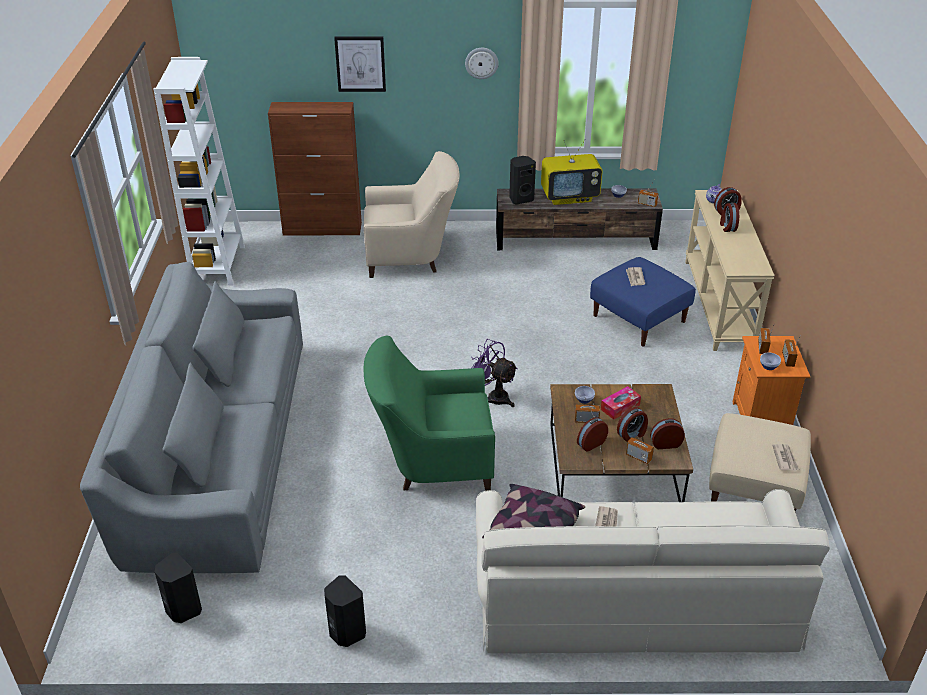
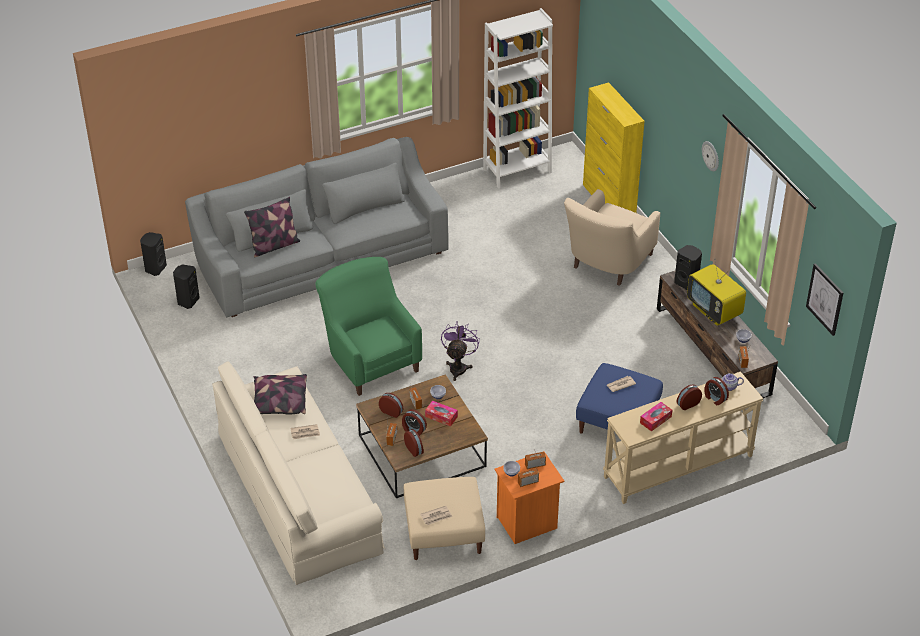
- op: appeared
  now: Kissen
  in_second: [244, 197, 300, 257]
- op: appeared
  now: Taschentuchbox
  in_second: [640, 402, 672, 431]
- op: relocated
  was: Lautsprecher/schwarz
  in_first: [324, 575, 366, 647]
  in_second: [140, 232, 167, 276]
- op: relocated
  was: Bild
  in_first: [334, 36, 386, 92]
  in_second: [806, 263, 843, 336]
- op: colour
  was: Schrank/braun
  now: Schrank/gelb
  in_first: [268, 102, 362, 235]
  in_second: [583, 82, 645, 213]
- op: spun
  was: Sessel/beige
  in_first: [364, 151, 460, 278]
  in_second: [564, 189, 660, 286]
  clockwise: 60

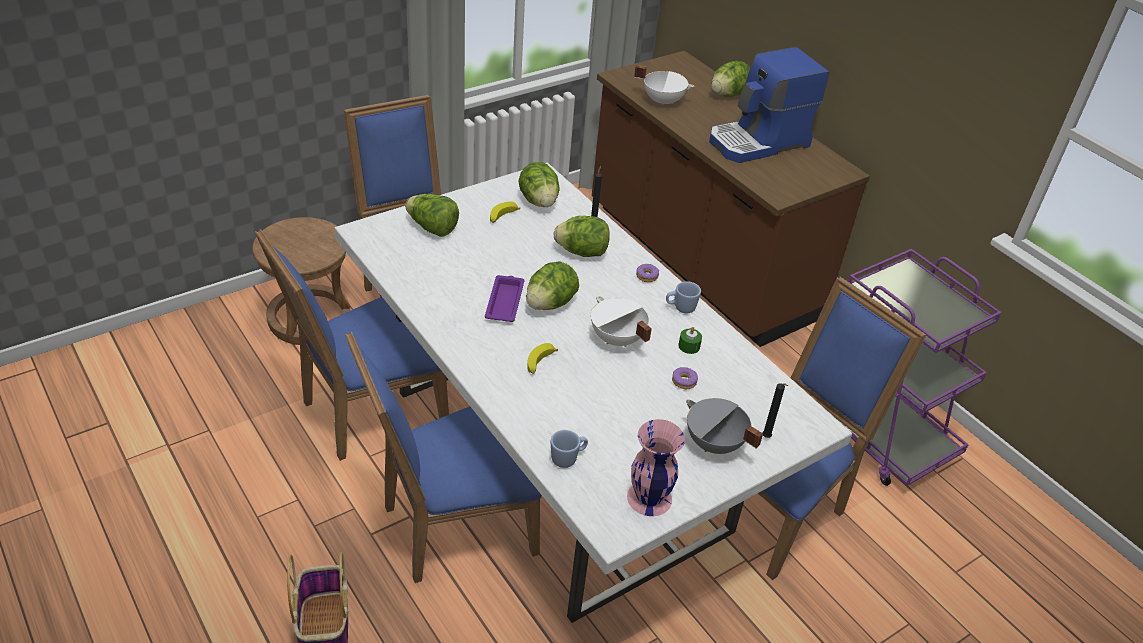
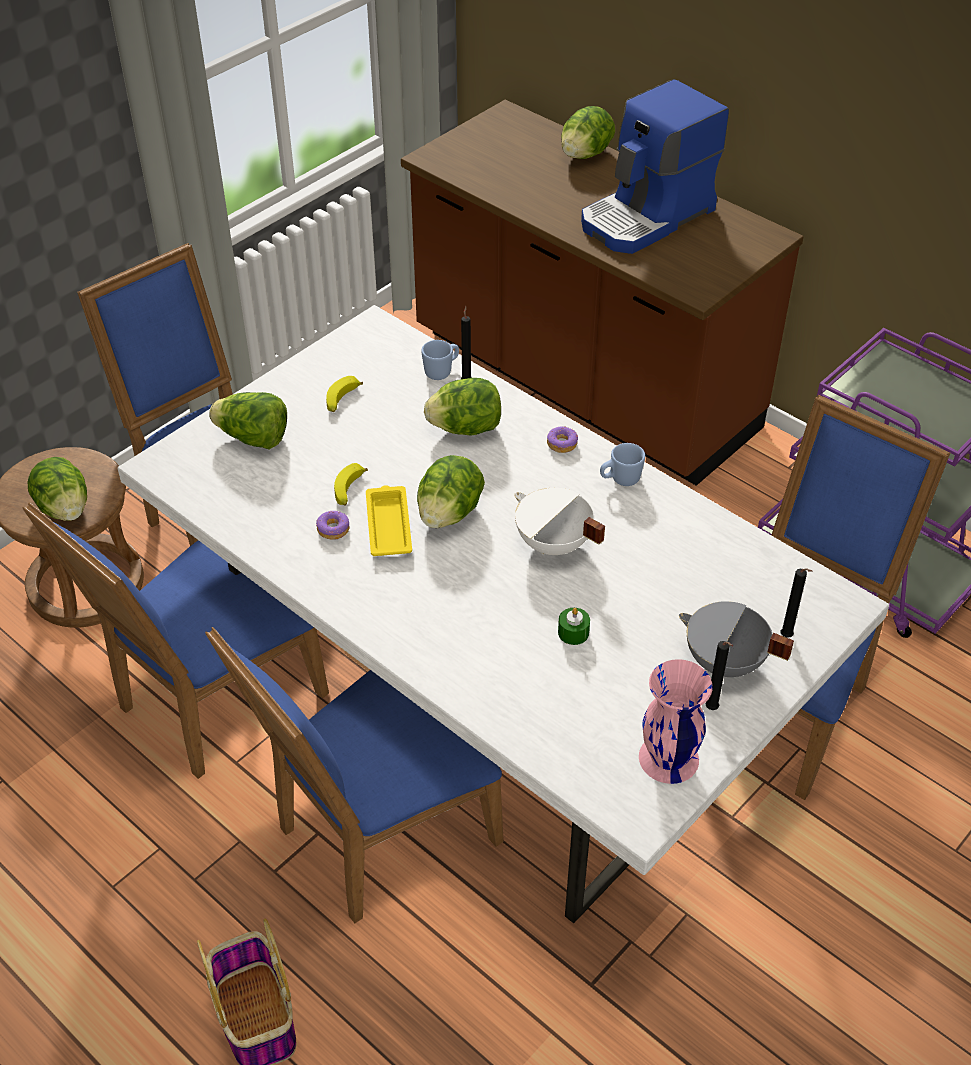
- op: missing
  was: Kochtopf/weiß
  in_first: [634, 65, 694, 107]
- op: appeared
  now: Kerze/schwarz
  in_second: [705, 641, 733, 710]
- op: relocated
  was: Salatkopf
  in_first: [518, 162, 560, 207]
  in_second: [28, 457, 87, 521]
- op: relocated
  was: Banane
  in_first: [527, 343, 558, 374]
  in_second: [334, 463, 368, 506]
- op: relocated
  was: Henkelbecher/blau
  in_first: [551, 430, 588, 468]
  in_second: [421, 340, 459, 380]
- op: relocated
  was: Donut
  in_first: [672, 367, 698, 390]
  in_second: [316, 511, 350, 540]
- op: relocated
  was: Kerze/grün
  in_first: [678, 327, 702, 354]
  in_second: [558, 608, 590, 645]
- op: colour
  was: Tablett/lila
  now: Tablett/gelb
  in_first: [485, 275, 524, 322]
  in_second: [366, 485, 412, 556]

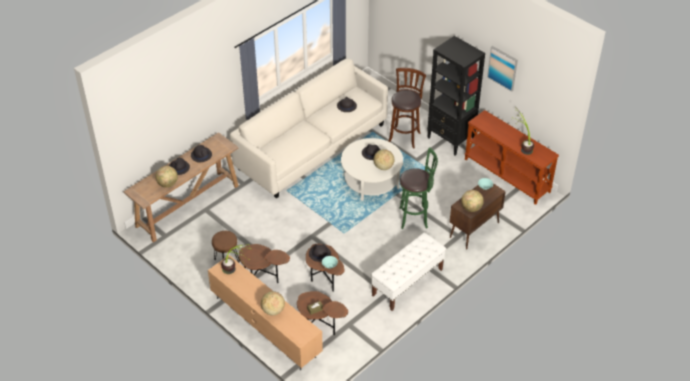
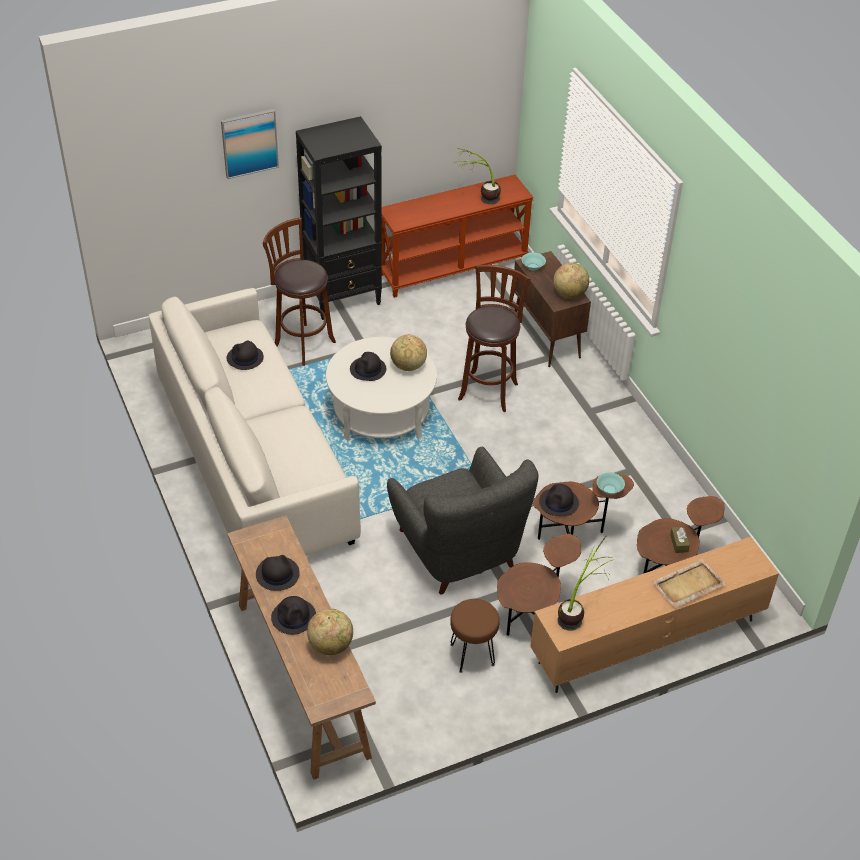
- op: missing
  was: Bank/weiß
  in_first: [371, 233, 446, 311]
- op: appeared
  now: Sessel/grau
  in_second: [387, 446, 539, 595]
- op: relocated
  was: Bild
  in_first: [487, 46, 518, 92]
  in_second: [221, 109, 279, 179]
- op: exchanged
  was: Globus
  now: Tablett/beige
  in_first: [261, 291, 285, 315]
  in_second: [652, 559, 725, 608]
- op: colour
  was: Hocker/grün
  now: Hocker/braun
  in_first: [399, 147, 438, 229]
  in_second: [458, 265, 530, 412]

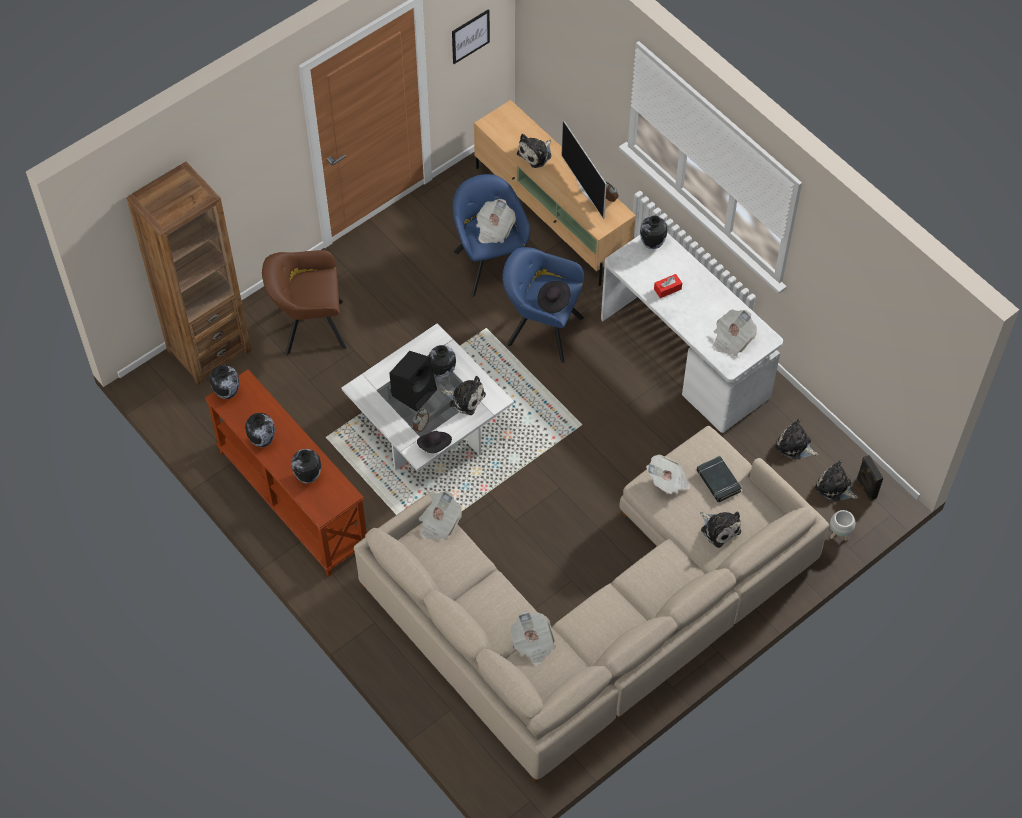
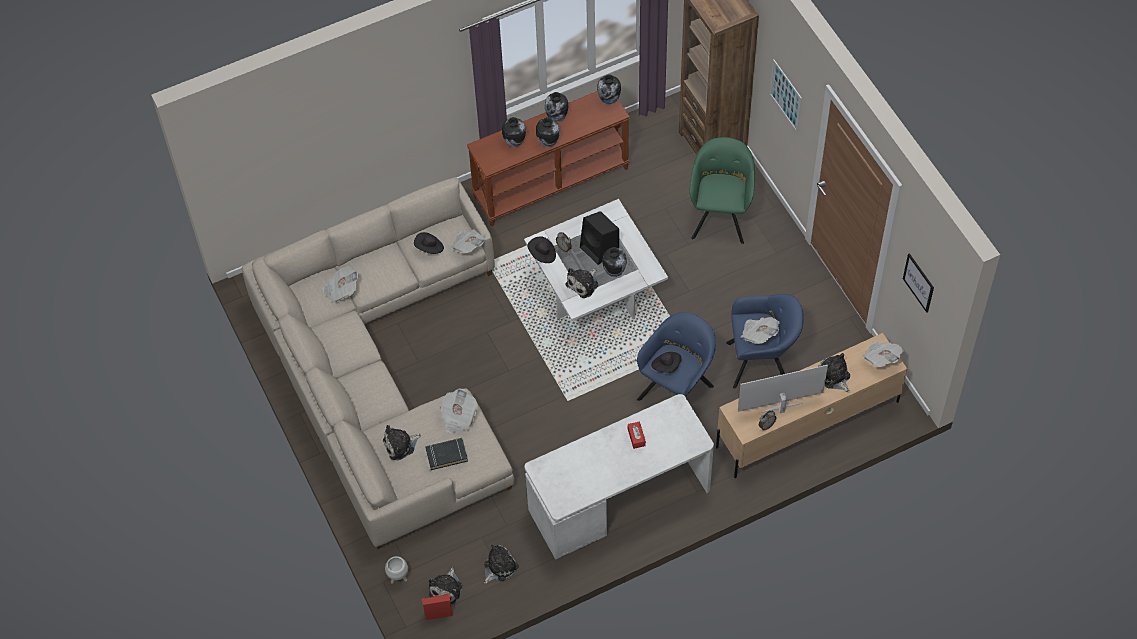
- op: appeared
  now: Hut/schwarz
  in_second: [414, 232, 444, 254]
- op: appeared
  now: Bild
  in_second: [770, 59, 802, 132]
- op: relocated
  was: Vase
  in_first: [640, 215, 667, 249]
  in_second: [536, 117, 560, 147]
- op: relocated
  was: Zeitung
  in_first: [712, 310, 757, 356]
  in_second: [862, 341, 904, 367]
- op: colour
  was: Sessel/braun
  now: Sessel/grün
  in_first: [262, 250, 347, 355]
  in_second: [690, 137, 755, 244]
- op: colour
  was: Lautsprecher/schwarz
  now: Lautsprecher/rot
  in_first: [857, 455, 883, 501]
  in_second: [422, 594, 453, 620]
- op: spun
  was: Plüschtier
  in_first: [815, 460, 858, 501]
  in_second: [429, 567, 462, 604]
  clockwise: 150

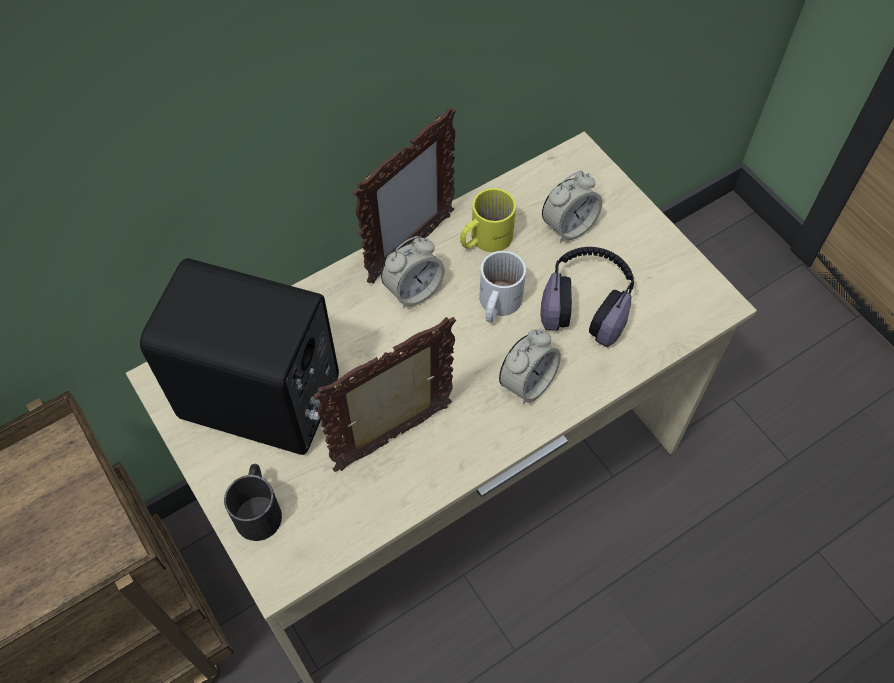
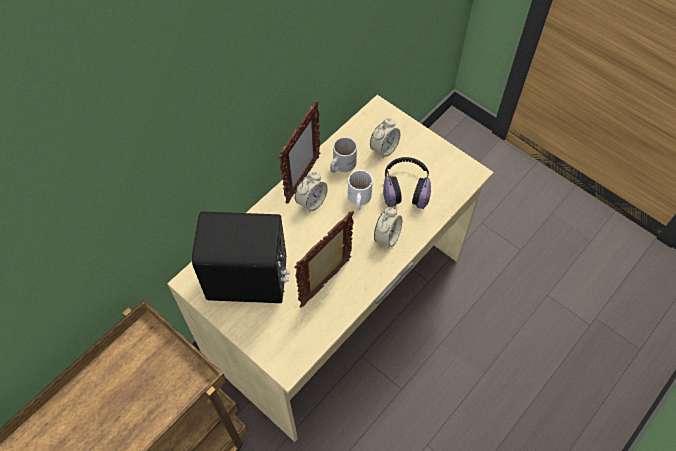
- op: missing
  was: Henkelbecher/schwarz
  in_first: [224, 464, 282, 541]
- op: colour
  was: Henkelbecher/gelb
  now: Henkelbecher/weiß
  in_first: [460, 188, 516, 252]
  in_second: [330, 137, 357, 173]

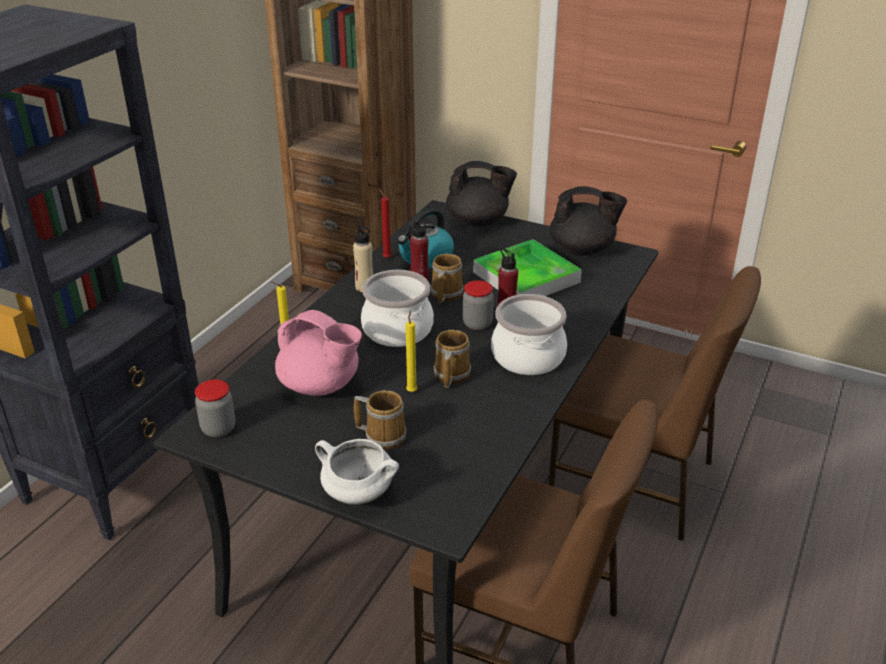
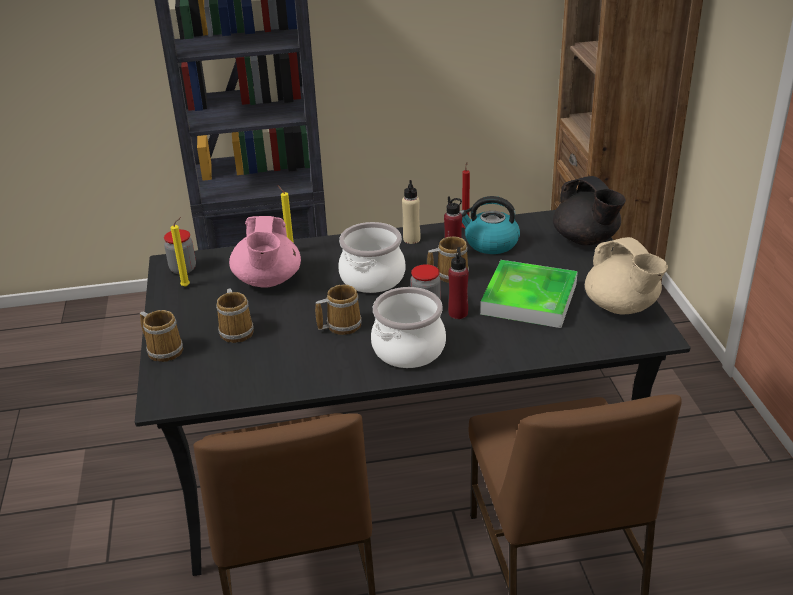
- op: relocated
  was: Kerze/gelb
  in_first: [406, 311, 417, 392]
  in_second: [170, 217, 190, 287]
- op: exchanged
  was: Kochtopf/weiß
  now: Henkelbecher
  in_first: [315, 439, 399, 505]
  in_second: [140, 310, 183, 362]
- op: colour
  was: Teekanne/schwarz
  now: Teekanne/beige
  in_first: [550, 186, 627, 255]
  in_second: [585, 237, 668, 315]

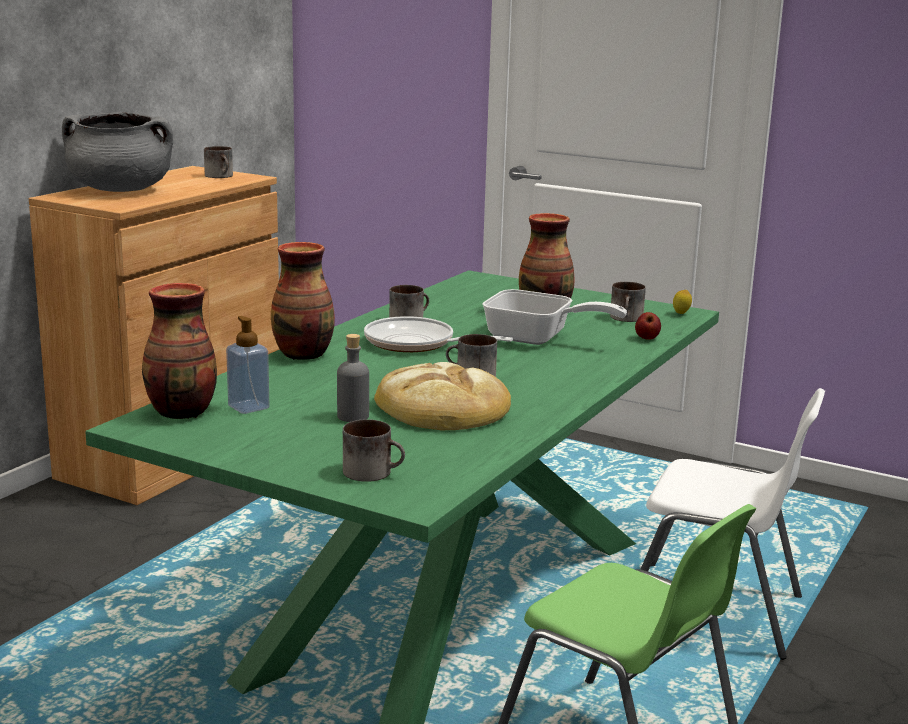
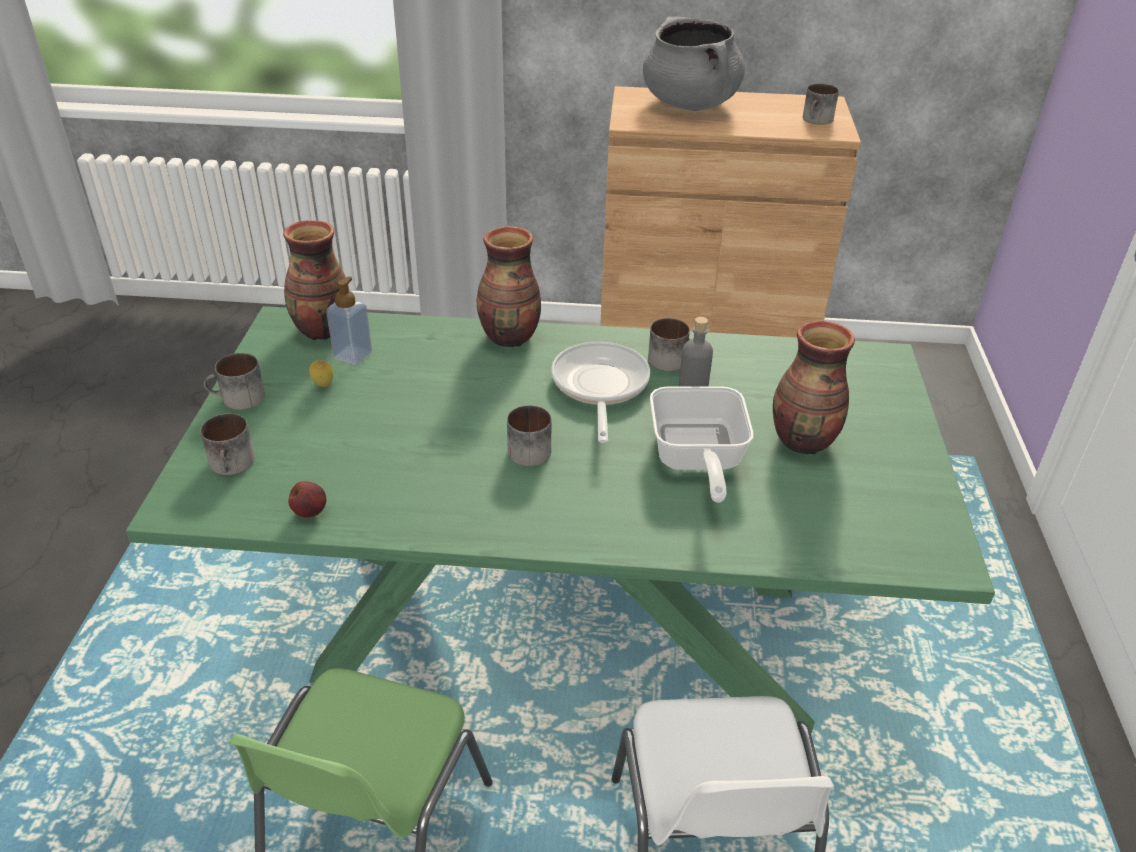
- op: missing
  was: Brot
  in_first: [374, 362, 511, 430]
- op: relocated
  was: Flasche/grau
  in_first: [337, 334, 369, 422]
  in_second: [679, 317, 713, 386]
- op: relocated
  was: Henkelbecher
  in_first: [610, 282, 646, 322]
  in_second: [203, 353, 265, 410]
- op: relocated
  was: Apfel
  in_first: [635, 312, 661, 340]
  in_second: [288, 481, 326, 518]
- op: relocated
  was: Zitrone
  in_first: [673, 290, 692, 314]
  in_second: [309, 360, 333, 387]

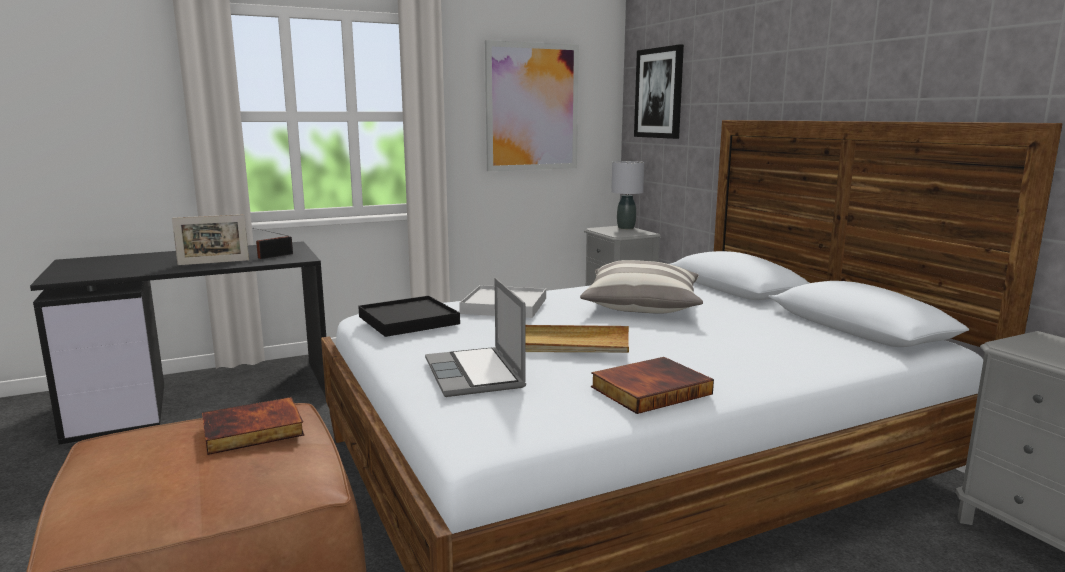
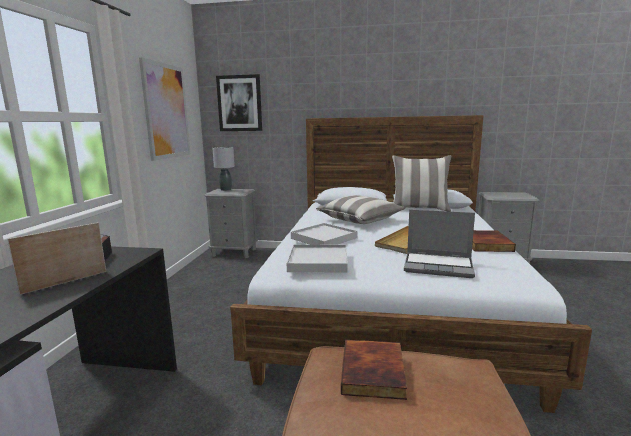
- op: appeared
  now: Kissen
  in_second: [392, 155, 452, 212]
- op: colour
  was: Tablett/schwarz
  now: Tablett/weiß
  in_first: [358, 296, 460, 337]
  in_second: [287, 245, 348, 273]
- op: spun
  was: Bilderrahmen
  in_first: [172, 214, 249, 265]
  in_second: [7, 222, 106, 295]
  clockwise: -150

